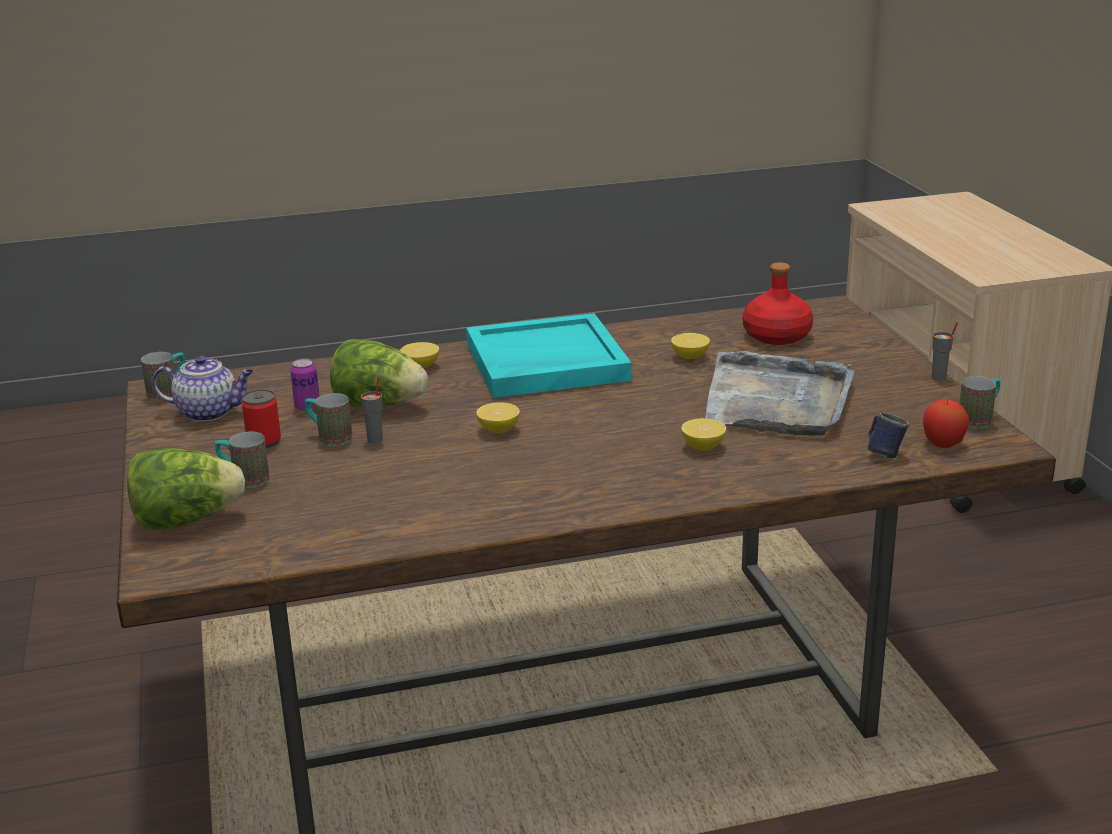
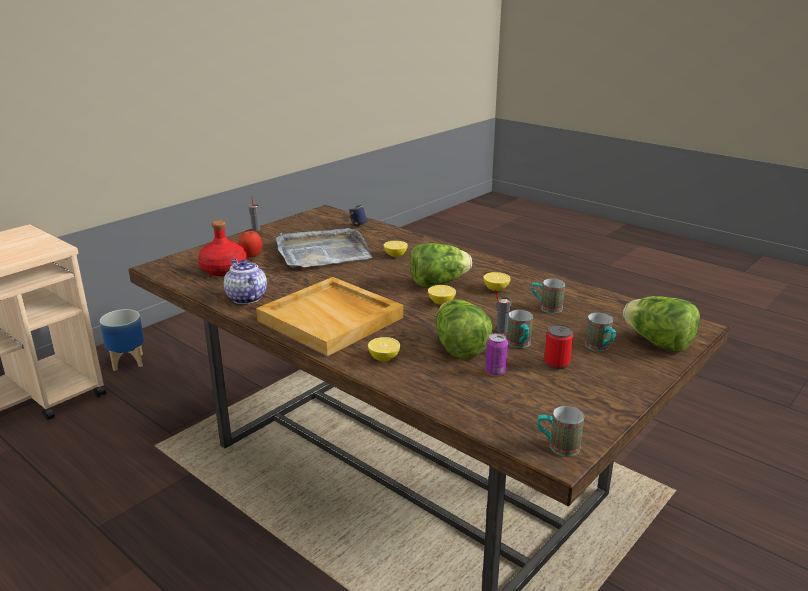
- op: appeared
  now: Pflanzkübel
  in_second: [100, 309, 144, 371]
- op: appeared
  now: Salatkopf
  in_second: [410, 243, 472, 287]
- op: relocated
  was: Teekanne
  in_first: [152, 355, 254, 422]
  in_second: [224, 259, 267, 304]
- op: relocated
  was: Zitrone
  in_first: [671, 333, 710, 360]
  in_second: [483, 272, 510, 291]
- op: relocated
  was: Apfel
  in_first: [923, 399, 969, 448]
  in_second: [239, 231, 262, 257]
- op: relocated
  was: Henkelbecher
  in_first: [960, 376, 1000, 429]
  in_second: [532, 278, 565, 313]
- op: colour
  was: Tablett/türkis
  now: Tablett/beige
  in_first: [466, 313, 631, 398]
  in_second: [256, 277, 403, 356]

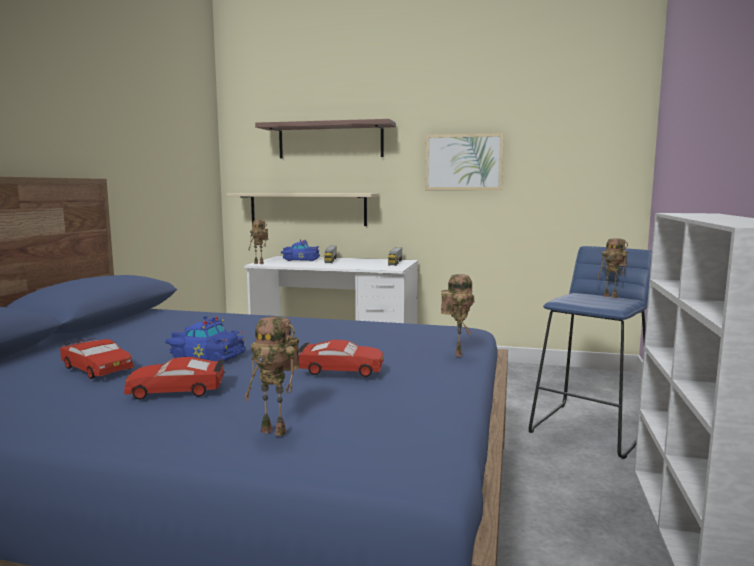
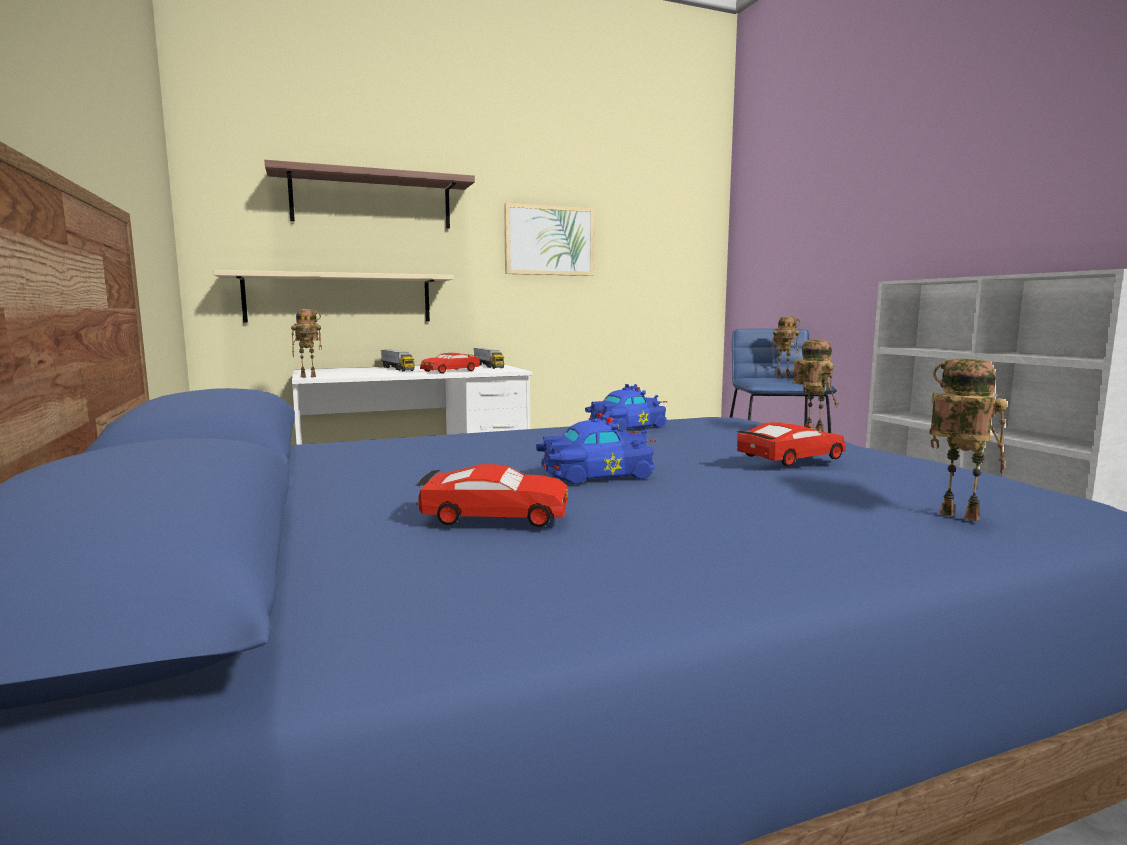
- op: relocated
  was: Spielzeugauto/rot
  in_first: [124, 357, 226, 400]
  in_second: [420, 353, 480, 373]
- op: relocated
  was: Spielzeugauto/blau
  in_first: [281, 239, 320, 261]
  in_second: [585, 384, 667, 431]
- op: spun
  was: Spielzeugroboter
  in_first: [244, 316, 300, 436]
  in_second: [929, 359, 1007, 521]
  clockwise: -120

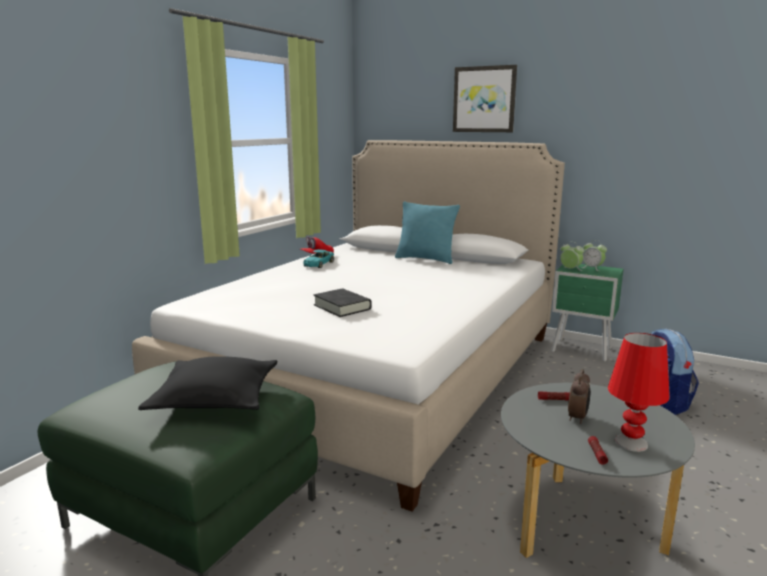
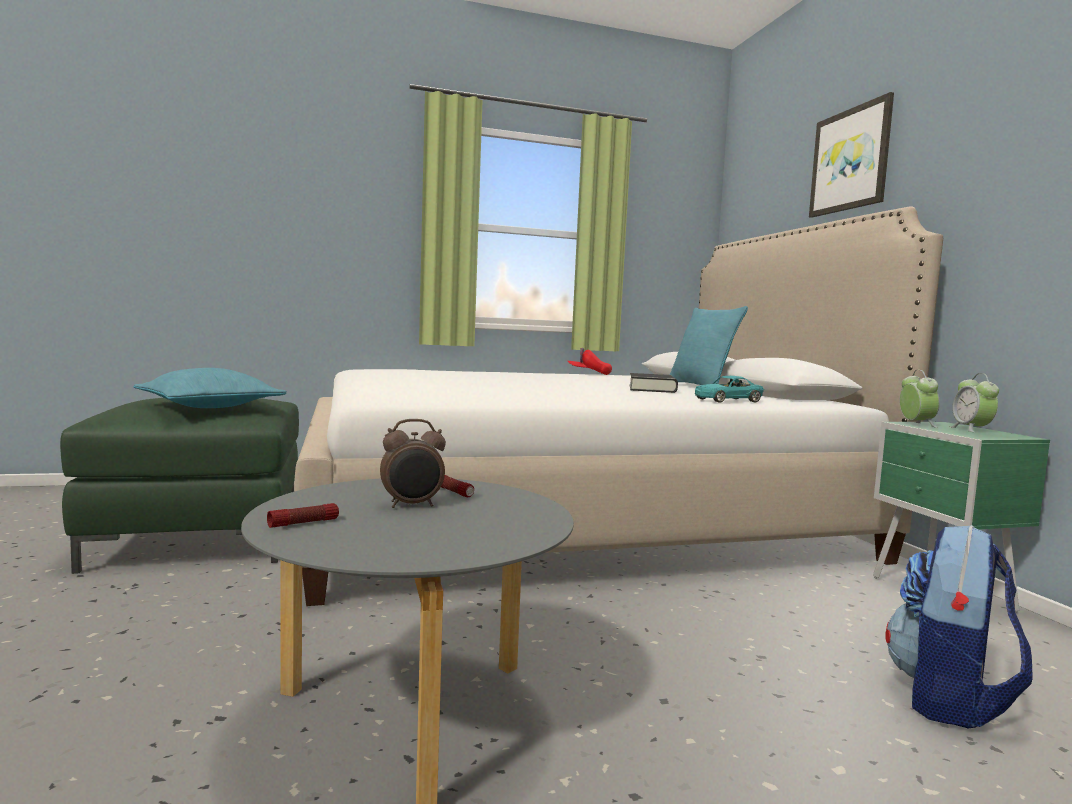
- op: missing
  was: Tischlampe/rot
  in_first: [608, 333, 670, 452]
- op: relocated
  was: Spielzeugauto/türkis
  in_first: [303, 249, 334, 268]
  in_second: [695, 376, 764, 403]
- op: relocated
  was: Buch/schwarz
  in_first: [314, 288, 372, 317]
  in_second: [629, 373, 678, 393]
- op: colour
  was: Kissen/schwarz
  now: Kissen/türkis
  in_first: [138, 356, 277, 410]
  in_second: [134, 368, 287, 408]

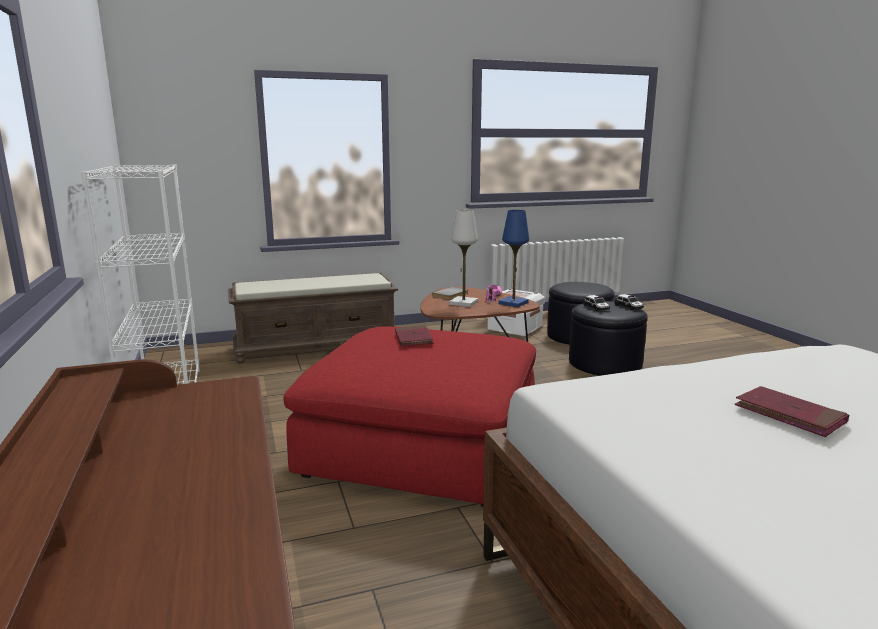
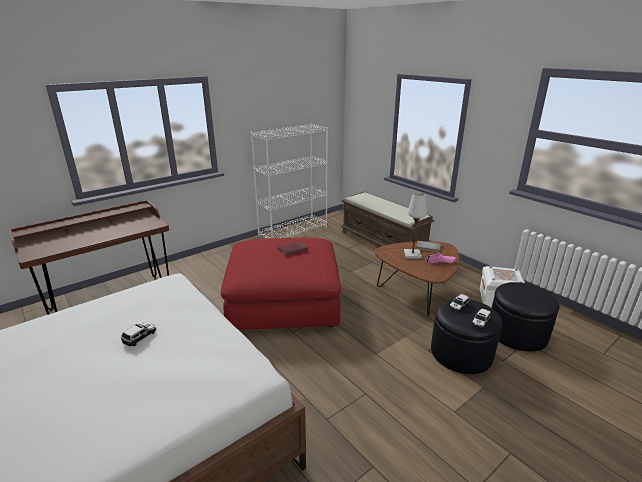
- op: missing
  was: Tischlampe/blau
  in_first: [498, 210, 529, 307]
- op: exchanged
  was: Buch/rot
  now: Spielzeugauto
  in_first: [735, 386, 849, 437]
  in_second: [121, 323, 156, 346]

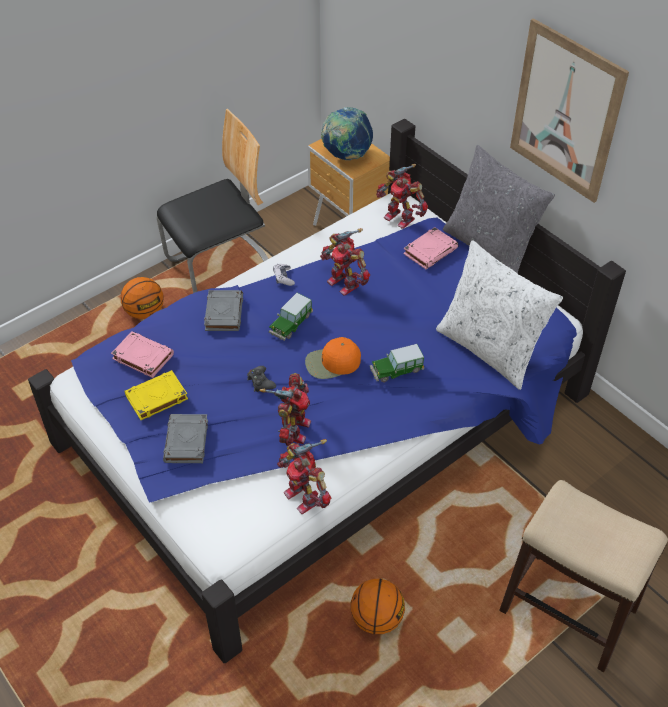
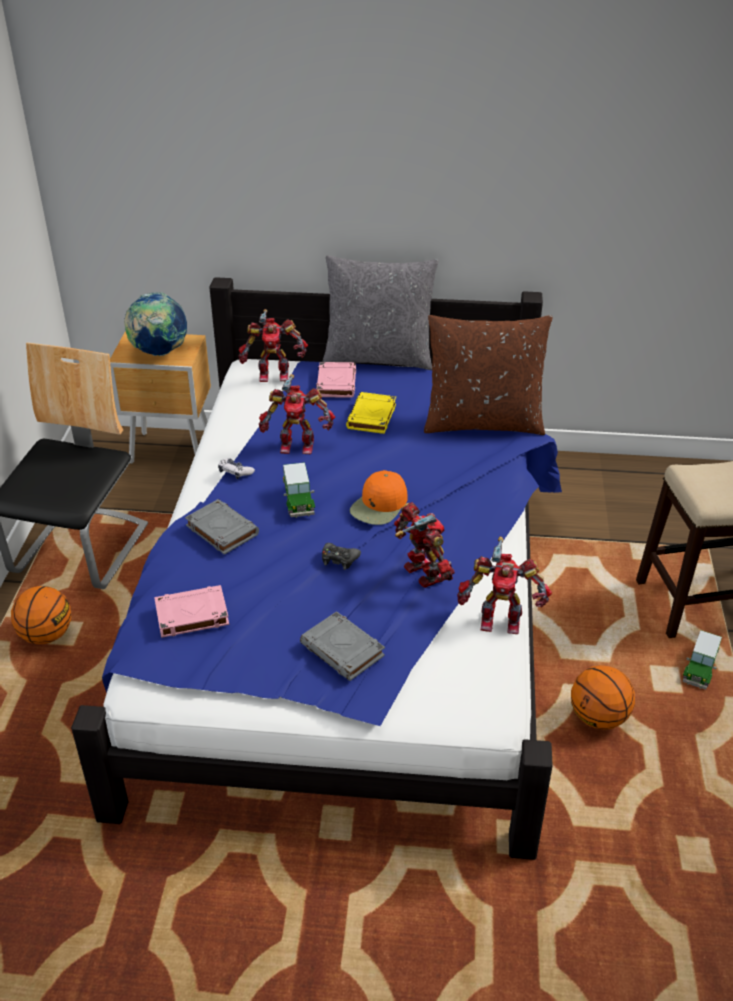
- op: missing
  was: Bild
  in_first: [510, 18, 629, 203]
- op: relocated
  was: Buch/gelb
  in_first: [124, 370, 188, 420]
  in_second: [346, 392, 396, 434]
- op: relocated
  was: Spielzeugauto
  in_first: [370, 344, 424, 382]
  in_second: [682, 630, 722, 690]
- op: colour
  was: Kissen/weiß
  now: Kissen/braun
  in_first: [436, 240, 563, 390]
  in_second: [424, 315, 552, 435]

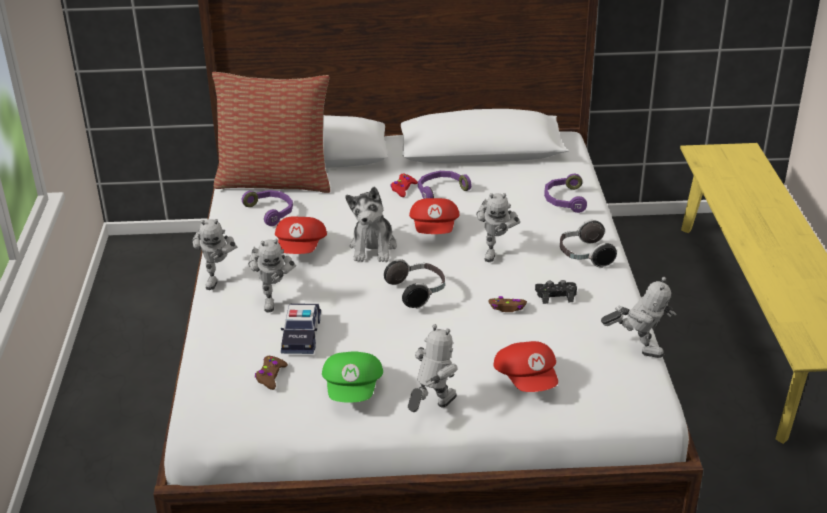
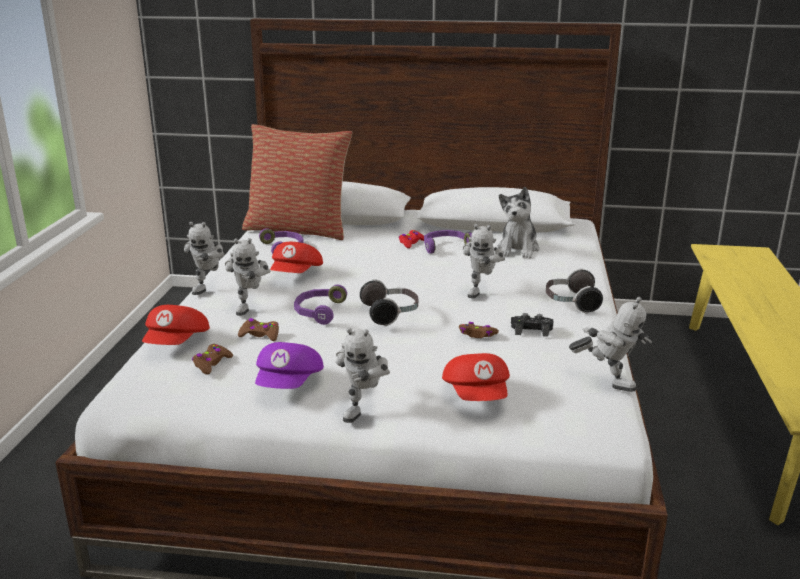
- op: relocated
  was: Plüschtier
  in_first: [345, 186, 397, 262]
  in_second: [497, 187, 540, 258]
- op: relocated
  was: Kappe/rot
  in_first: [409, 198, 460, 234]
  in_second: [142, 305, 210, 345]
- op: relocated
  was: Kopfhörer/lila
  in_first: [544, 174, 587, 213]
  in_second: [294, 285, 347, 325]
- op: exchanged
  was: Spielzeugauto
  now: Gamepad/braun
  in_first: [281, 303, 321, 354]
  in_second: [238, 318, 279, 341]
- op: colour
  was: Kappe/grün
  now: Kappe/lila
  in_first: [322, 351, 383, 403]
  in_second: [255, 342, 324, 389]
- op: spun
  was: Spielzeugroboter
  in_first: [408, 324, 458, 412]
  in_second: [336, 328, 390, 423]
  clockwise: 150

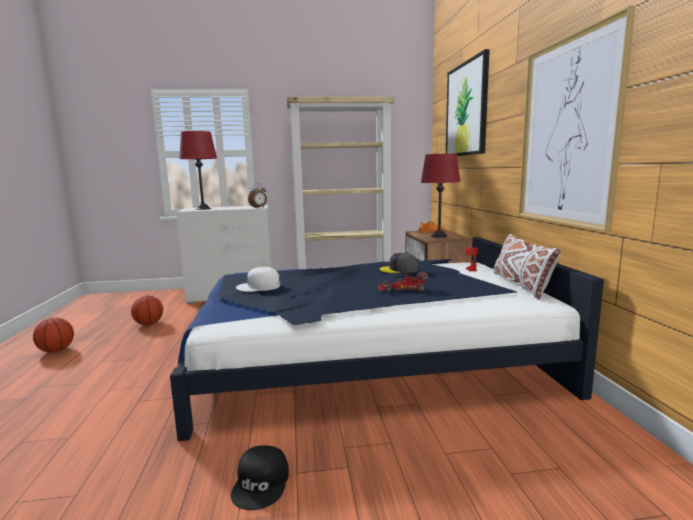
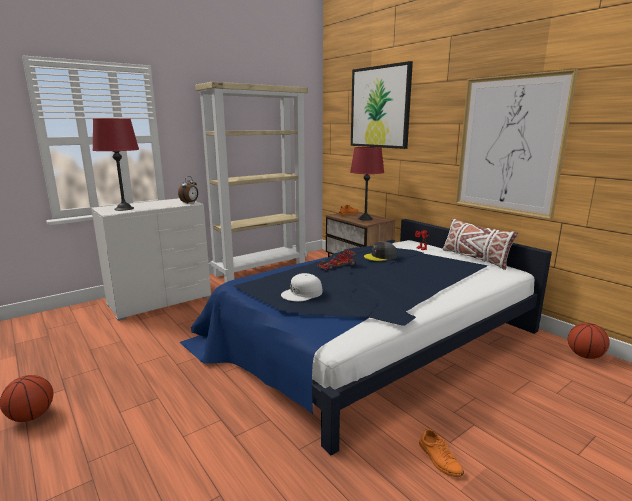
- op: relocated
  was: Basketball
  in_first: [131, 296, 163, 325]
  in_second: [568, 323, 610, 359]
- op: relocated
  was: Spielzeugauto
  in_first: [377, 271, 429, 292]
  in_second: [317, 249, 356, 270]
- op: exchanged
  was: Kappe/schwarz
  now: Schuh/orange
  in_first: [231, 445, 289, 510]
  in_second: [419, 428, 464, 477]

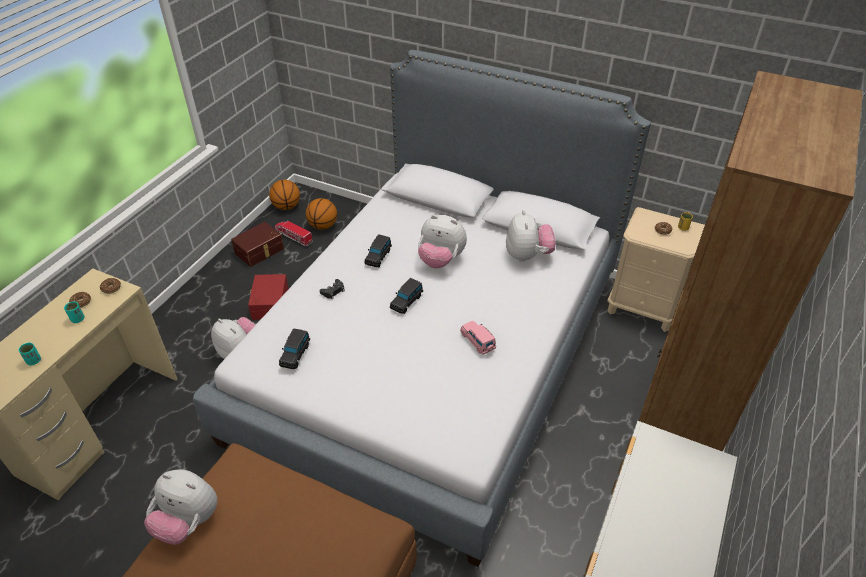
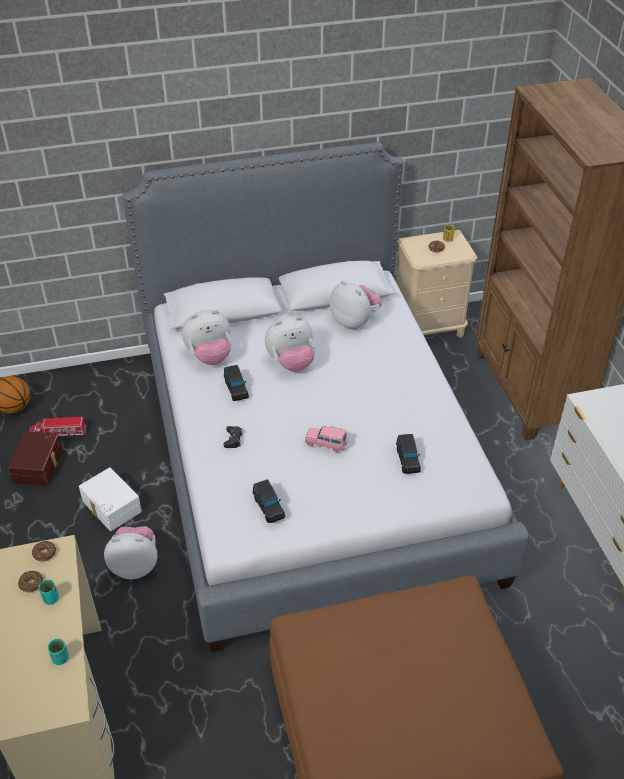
- op: missing
  was: Basketball
  in_first: [306, 198, 337, 230]
- op: relocated
  was: Plüschtier
  in_first: [144, 469, 217, 545]
  in_second: [182, 310, 231, 365]
- op: relocated
  was: Spielzeugauto/schwarz
  in_first: [390, 278, 423, 314]
  in_second: [396, 434, 421, 474]
- op: relocated
  was: Spielzeugauto/rosa
  in_first: [460, 321, 496, 355]
  in_second: [305, 426, 348, 452]
- op: colour
  was: Aufbewahrungsbox/rot
  now: Aufbewahrungsbox/weiß
  in_first: [248, 274, 289, 320]
  in_second: [79, 467, 142, 531]

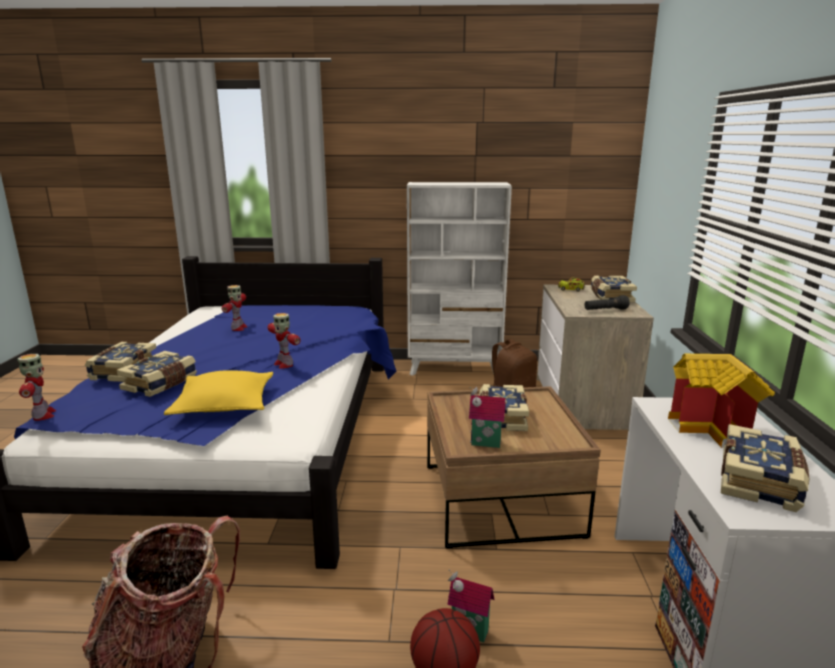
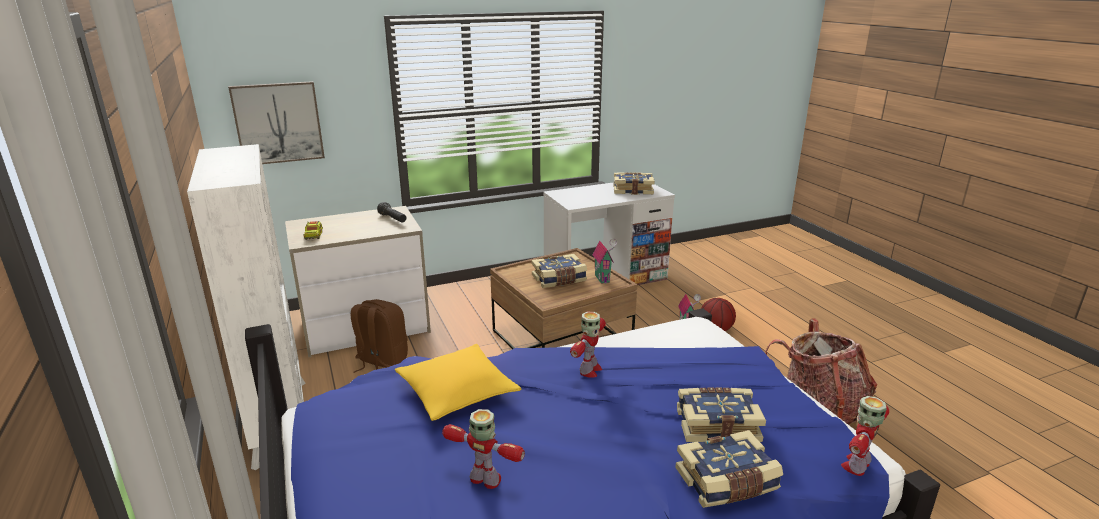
- op: missing
  was: Buch
  in_first: [591, 276, 637, 302]
- op: missing
  was: Spielzeughaus
  in_first: [668, 354, 775, 448]
- op: appeared
  now: Bild
  in_second: [228, 81, 325, 164]
- op: relocated
  was: Kissen/gelb
  in_first: [164, 370, 273, 415]
  in_second: [395, 344, 522, 421]
- op: spun
  was: Spielzeugroboter
  in_first: [222, 285, 247, 331]
  in_second: [442, 409, 525, 489]
  clockwise: 45

